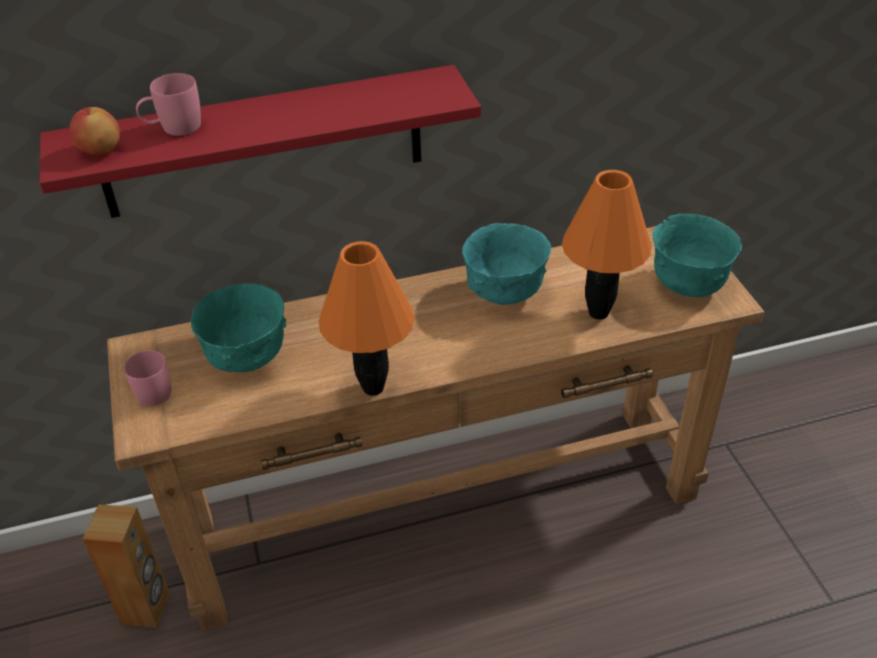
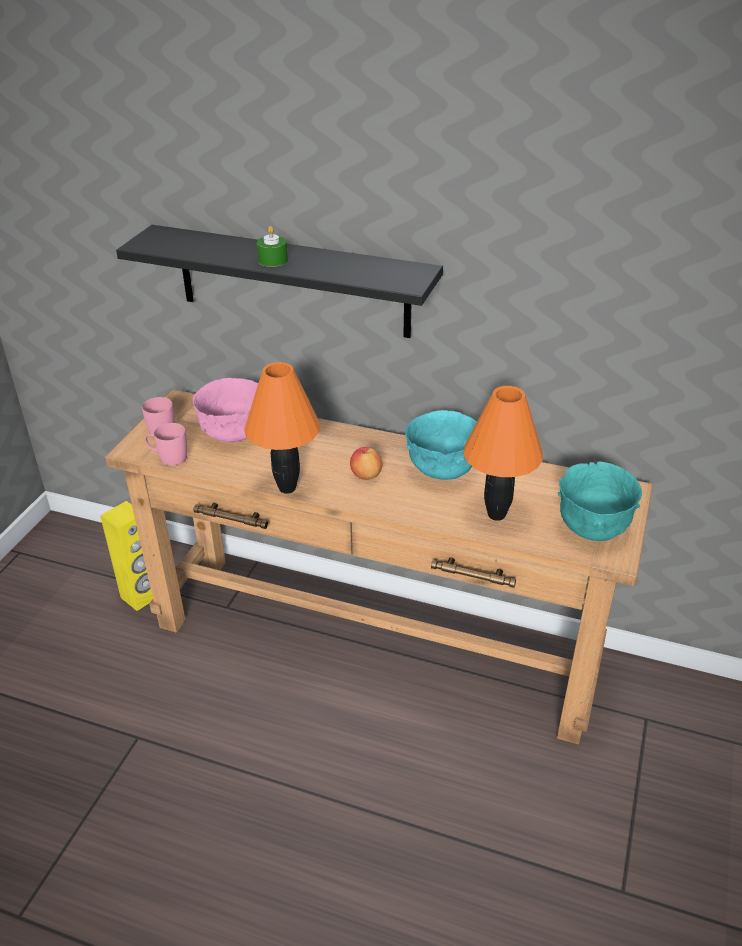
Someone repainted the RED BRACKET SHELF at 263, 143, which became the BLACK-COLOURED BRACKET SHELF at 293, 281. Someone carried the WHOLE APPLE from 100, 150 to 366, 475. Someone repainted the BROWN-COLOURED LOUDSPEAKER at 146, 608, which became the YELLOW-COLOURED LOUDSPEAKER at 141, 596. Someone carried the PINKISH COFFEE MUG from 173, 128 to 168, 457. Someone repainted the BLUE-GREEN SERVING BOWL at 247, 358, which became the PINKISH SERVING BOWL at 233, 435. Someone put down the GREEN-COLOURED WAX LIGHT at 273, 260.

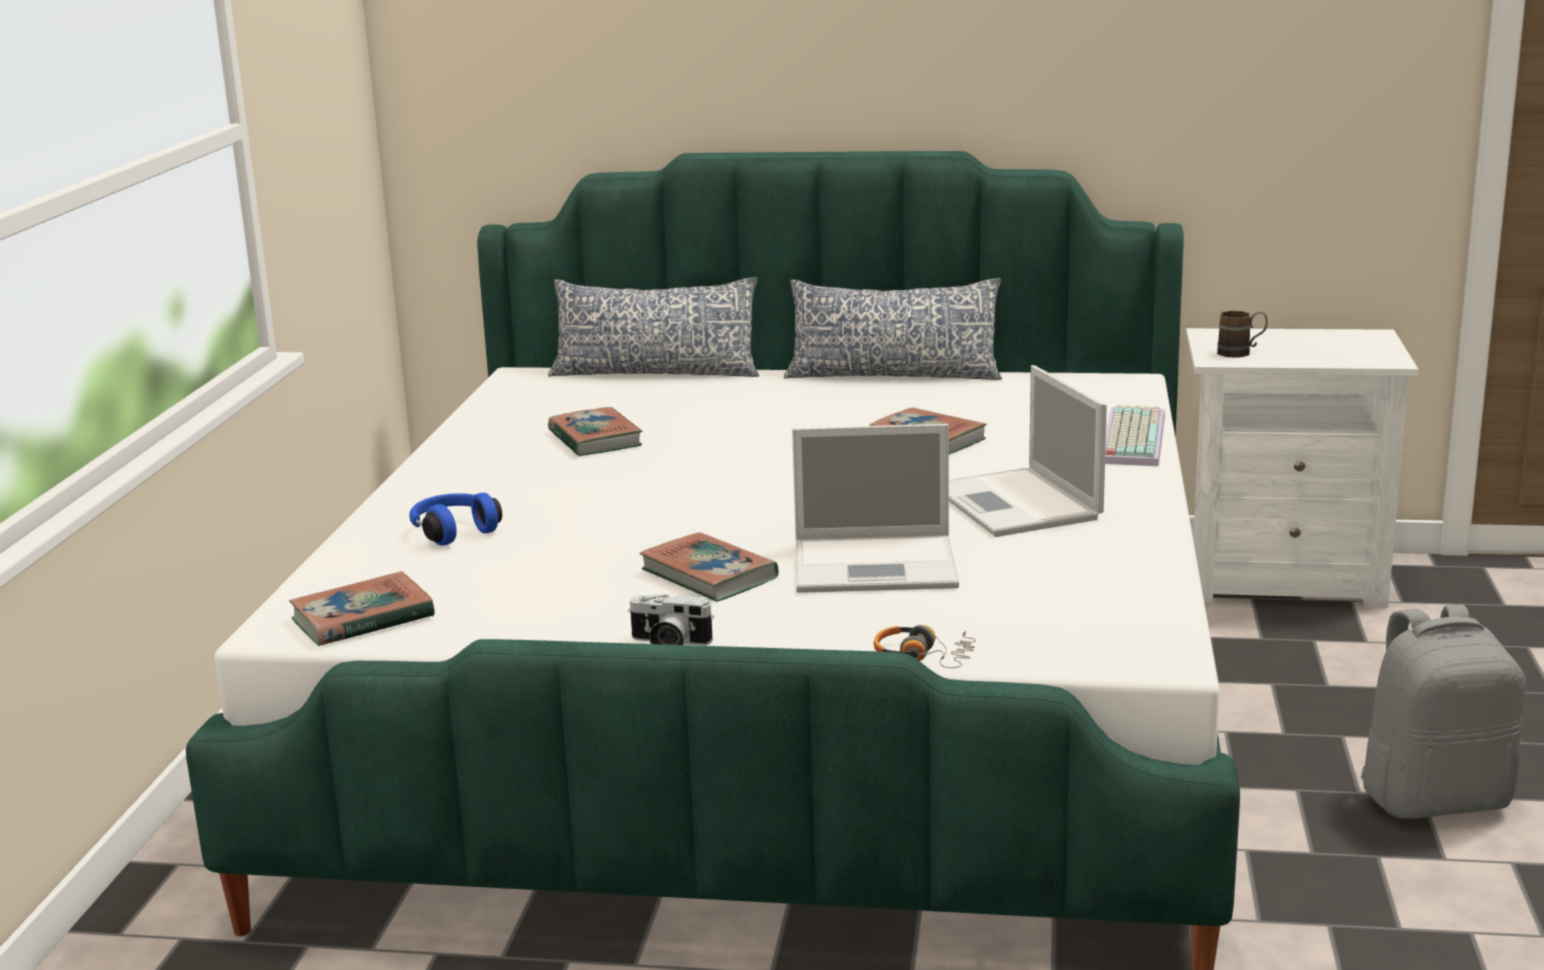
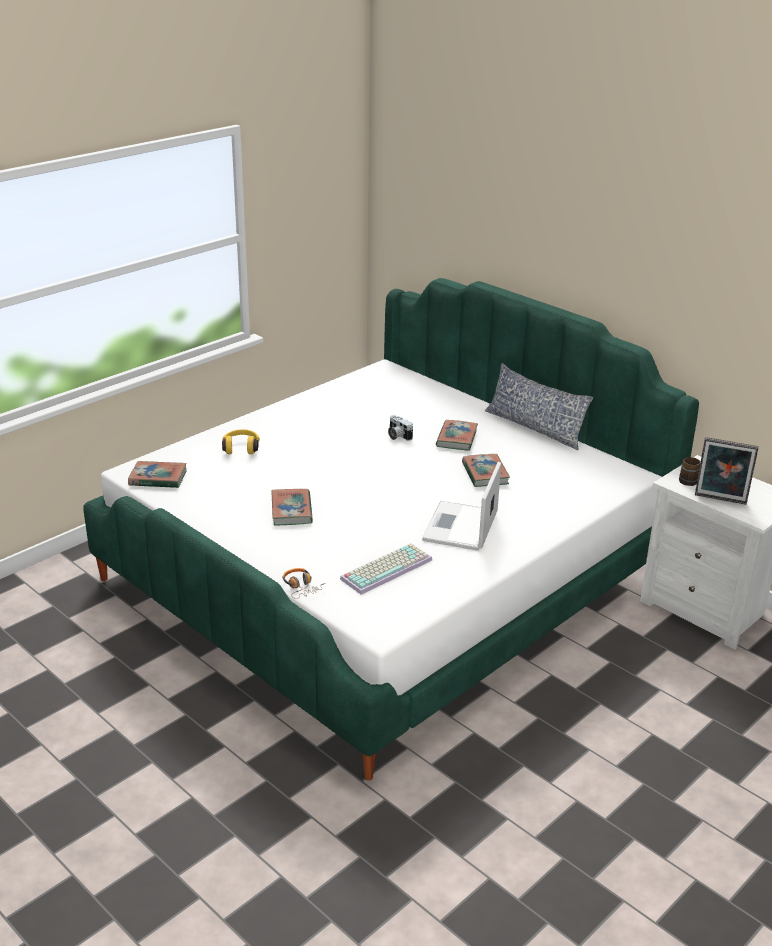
Someone repainted the BLUE-COLOURED HEADSET at 453, 531, which became the YELLOW-COLOURED HEADSET at 241, 448. Someone took away the CUSHION at 655, 372. Someone carried the VOLUME from 595, 439 to 456, 438. Someone carried the STILL CAMERA from 668, 644 to 397, 436. Someone took away the PORTABLE COMPUTER at 878, 565. Someone carried the COMPUTER KEYBOARD from 1130, 437 to 386, 568. Someone took away the GRAY BACKPACK at 1434, 799. Someone put down the PHOTO FRAME at 720, 500.

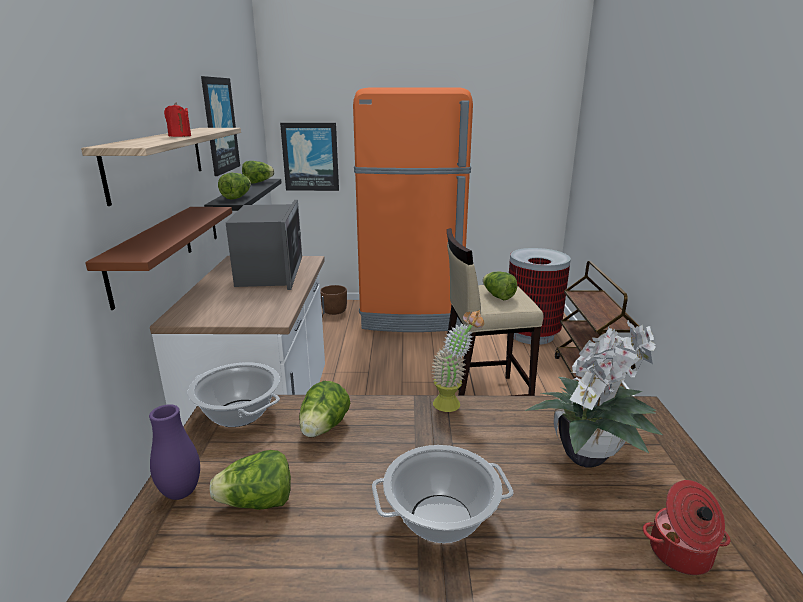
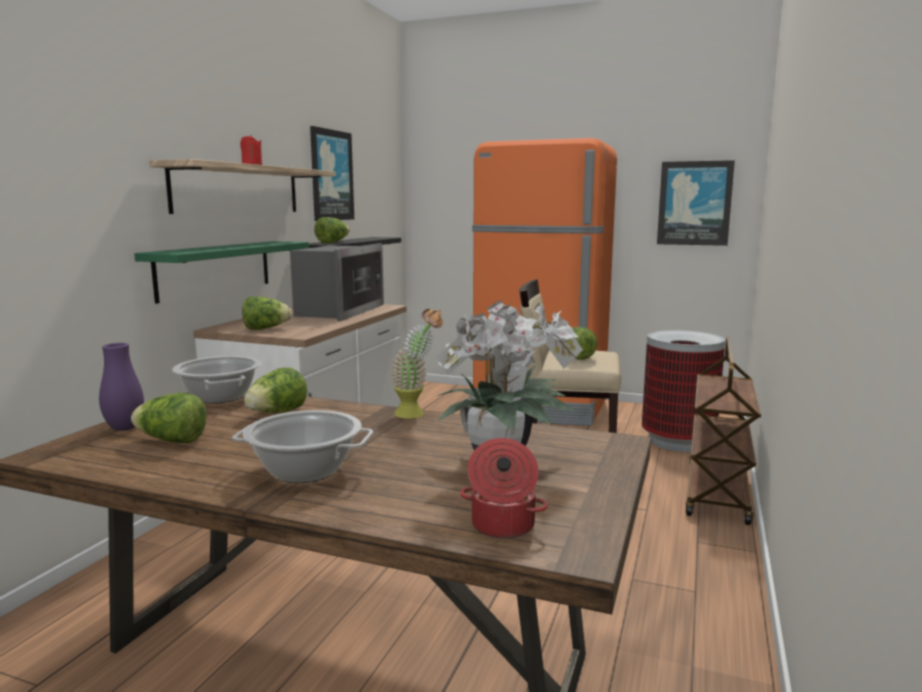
Someone repainted the BROWN-COLOURED BRACKET SHELF at 152, 253, which became the GREEN-COLOURED BRACKET SHELF at 215, 269. Someone carried the HEAD OF LETTUCE from 258, 182 to 265, 329. Someone carried the WALL ART from 310, 157 to 694, 203. Someone took away the BROWN-COLOURED PLANTER at 334, 311.

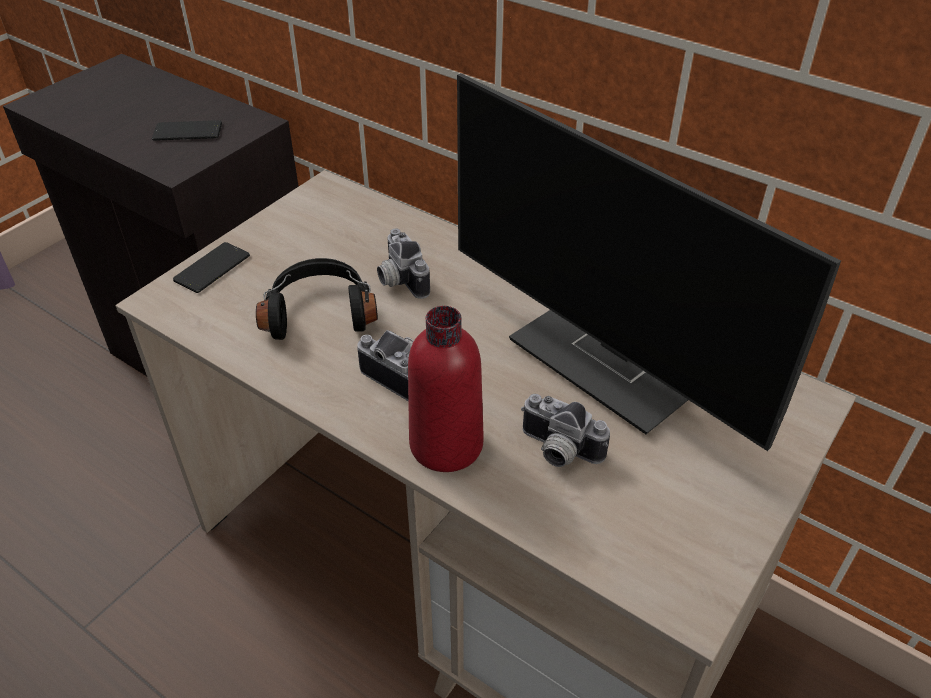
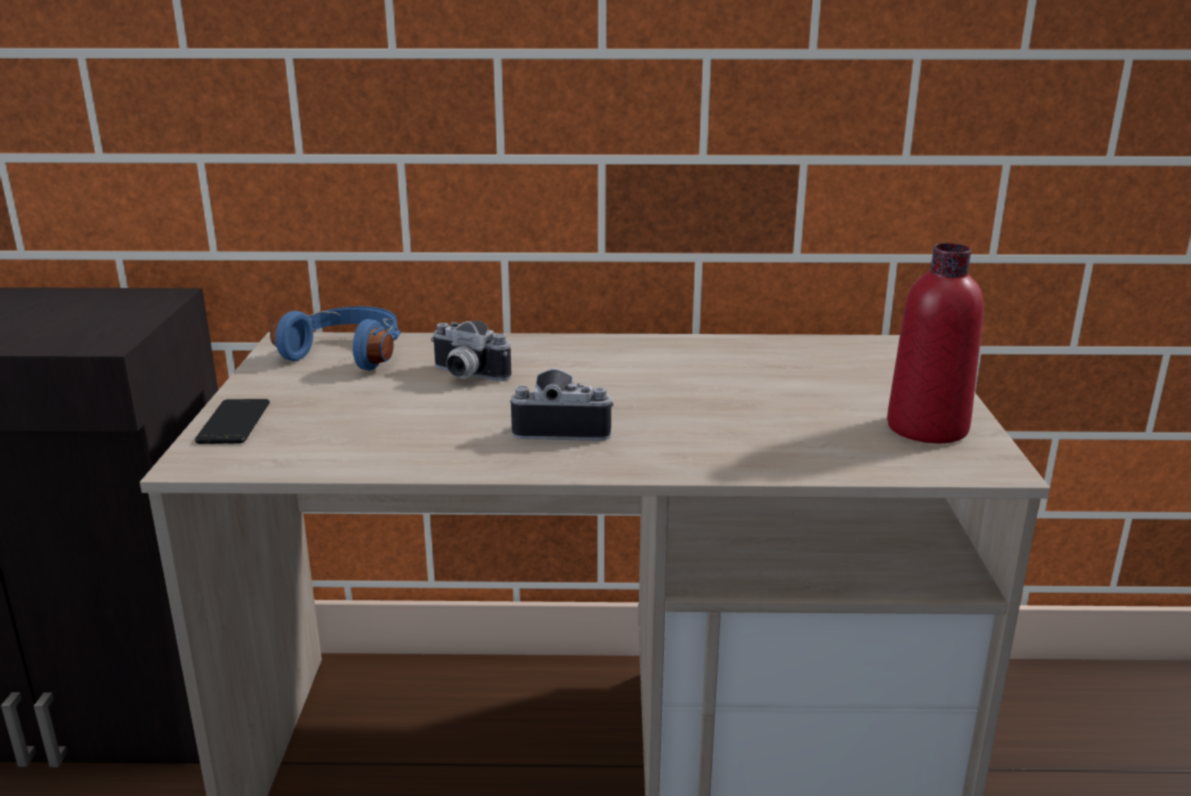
Someone took away the TELEPHONE at 187, 132. Someone took away the BLACK-COLOURED HEADSET at 320, 312. Someone carried the RED BOTTLE from 446, 445 to 927, 428. Someone took away the MONITOR at 615, 362. Someone took away the STILL CAMERA at 557, 451. Someone put down the BLUE-COLOURED HEADSET at 348, 353.

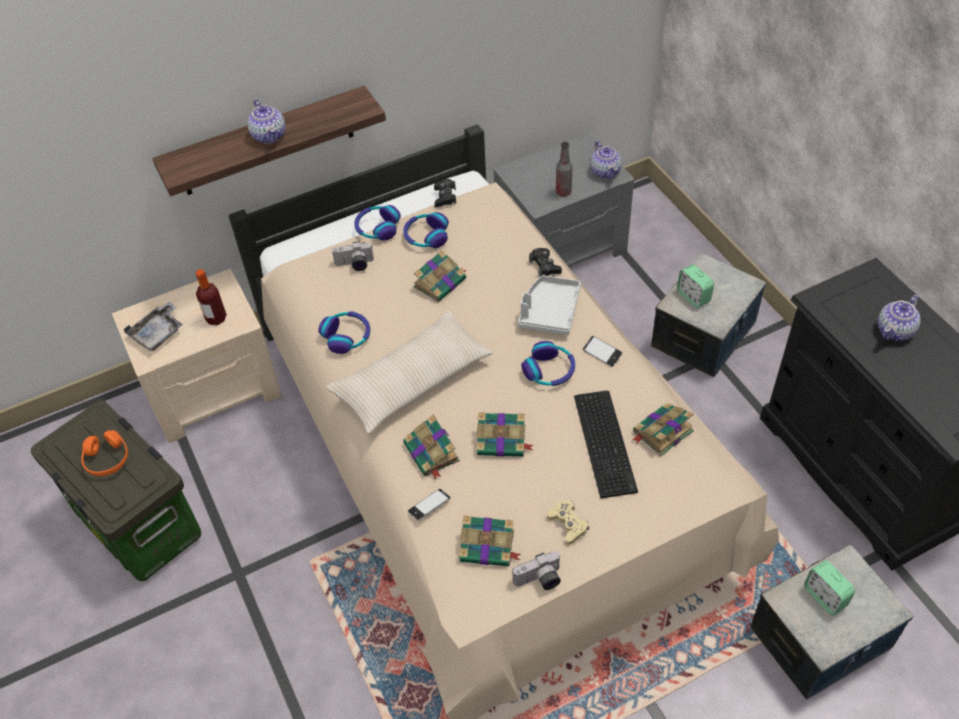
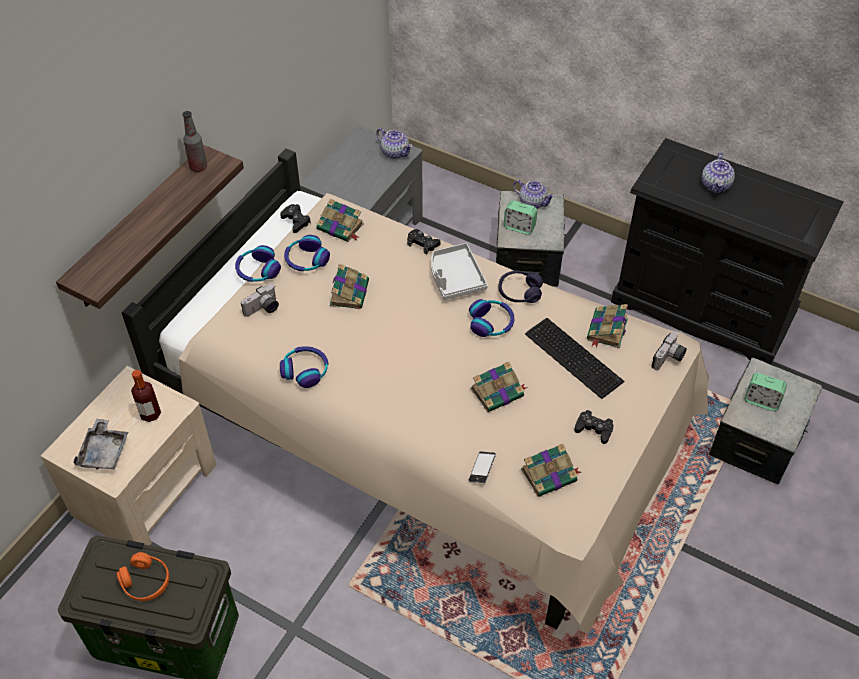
Someone carried the TEAPOT from 269, 135 to 532, 202. Someone took away the BEIGE CUSHION at 412, 380. Someone carried the VOLUME from 432, 453 to 341, 227. Someone carried the STILL CAMERA from 539, 580 to 669, 359. Someone repainted the BEIGE GAMEPAD at 568, 524, which became the BLACK-COLOURED GAMEPAD at 594, 429. Someone carried the BOTTLE from 563, 192 to 198, 167. Someone swapped the TELEPHONE at 602, 353 for the PURPLE-COLOURED HEADSET at 519, 292.

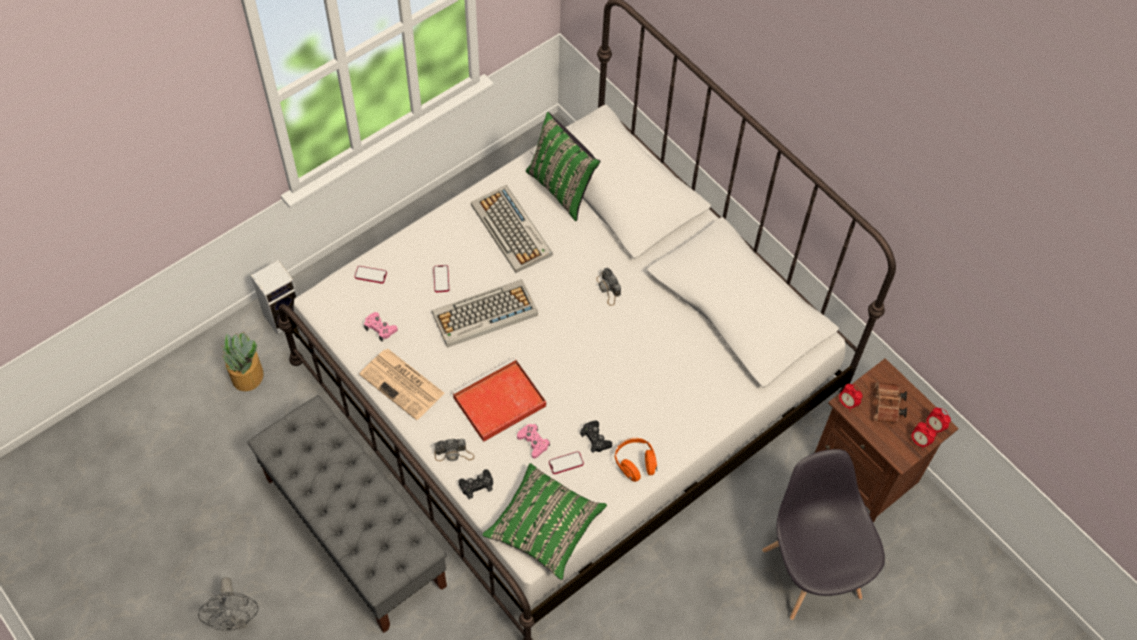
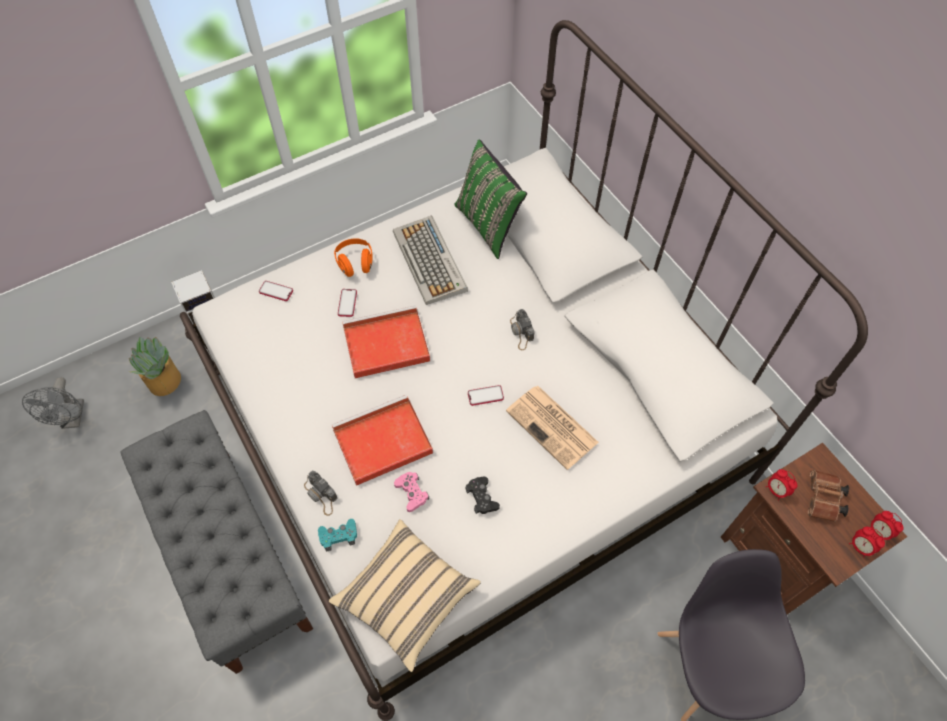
Someone carried the GRAY COOLING FAN from 236, 619 to 73, 419. Someone carried the DAILY PAPER from 403, 384 to 553, 427. Someone took away the PINKISH GAMEPAD at 380, 328. Someone swapped the COMPUTER KEYBOARD at 484, 315 for the RED CARRYING TRAY at 384, 345. Someone rotated the STILL CAMERA at 454, 453 by 45 degrees clockwise. Someone repainted the BLACK-COLOURED GAMEPAD at 476, 485, which became the BLUE-GREEN GAMEPAD at 338, 536. Someone repainted the GREEN-COLOURED CUSHION at 545, 527, which became the BEIGE CUSHION at 406, 597. Someone carried the TELEPHONE from 566, 463 to 485, 396. Someone carried the ORANGEY HEADSET from 635, 463 to 355, 263.

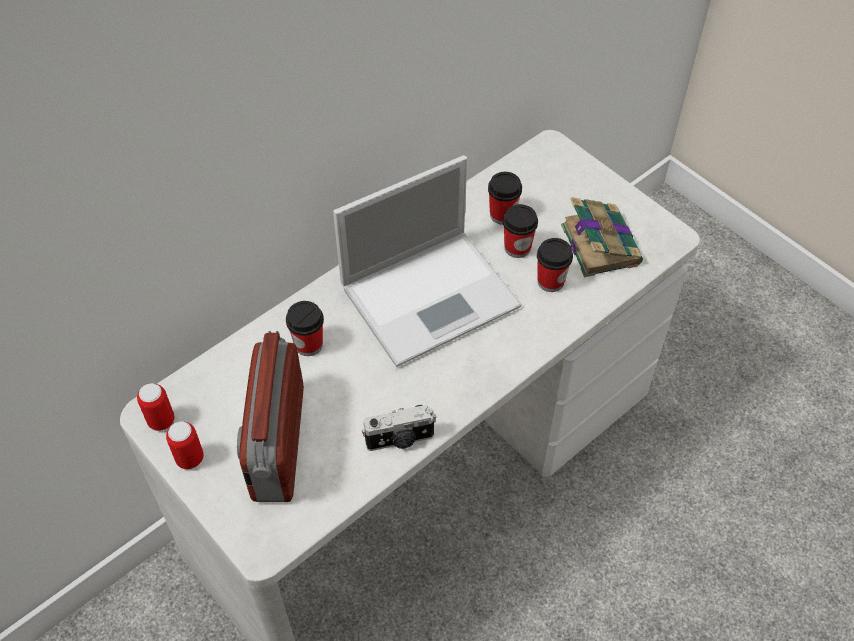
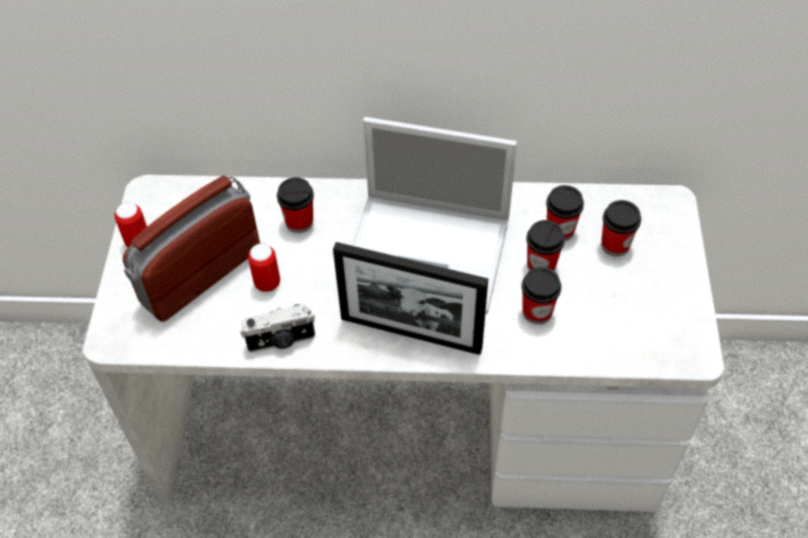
Someone carried the METAL CAN from 161, 421 to 267, 283. Someone rotated the STILL CAMERA at 400, 440 by 45 degrees counterclockwise. Someone took away the VOLUME at 599, 243. Someone put down the PHOTO FRAME at 411, 333. Someone put down the CUP at 615, 245.

